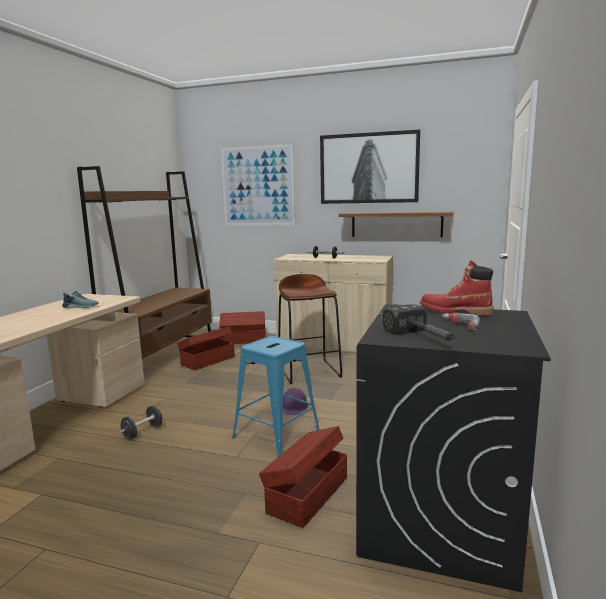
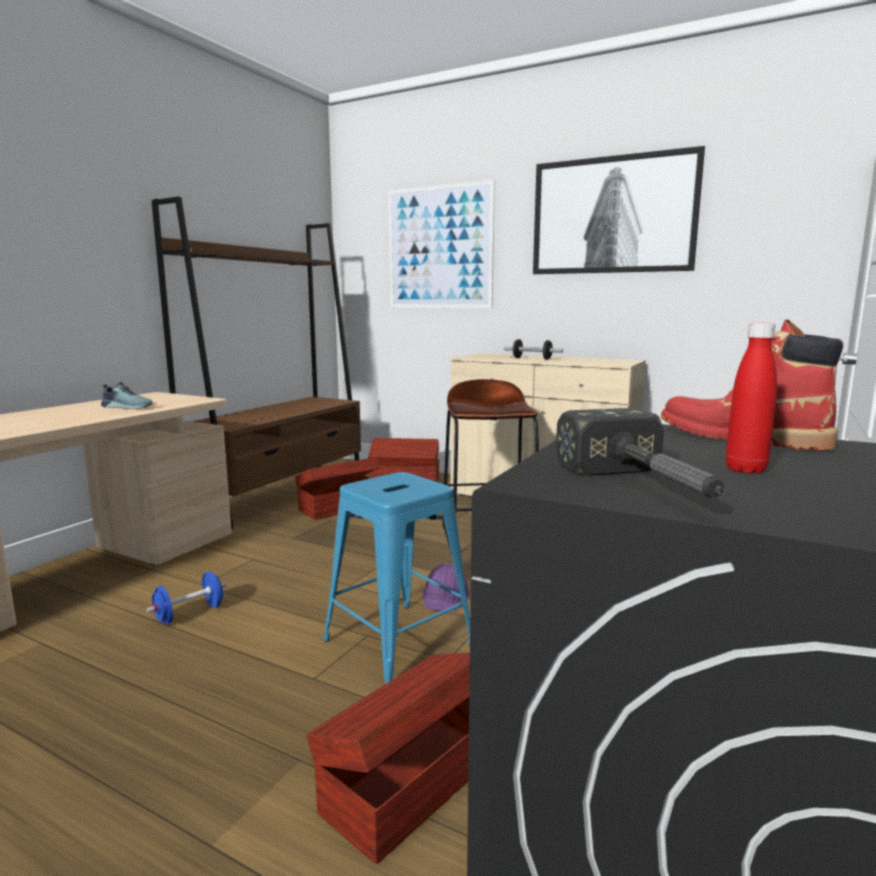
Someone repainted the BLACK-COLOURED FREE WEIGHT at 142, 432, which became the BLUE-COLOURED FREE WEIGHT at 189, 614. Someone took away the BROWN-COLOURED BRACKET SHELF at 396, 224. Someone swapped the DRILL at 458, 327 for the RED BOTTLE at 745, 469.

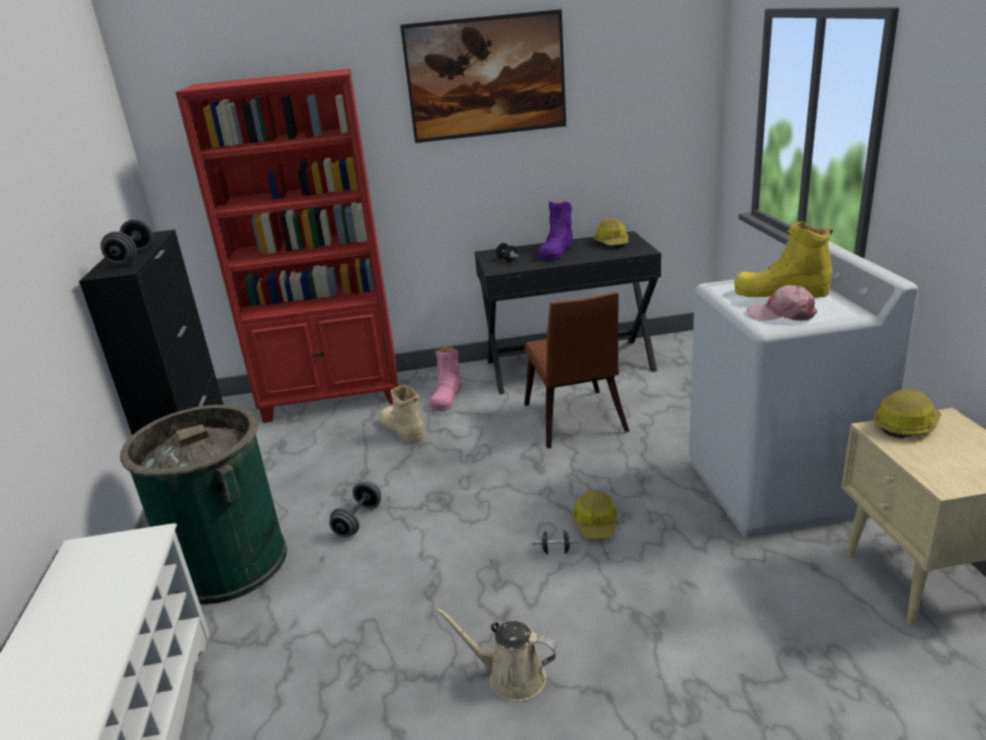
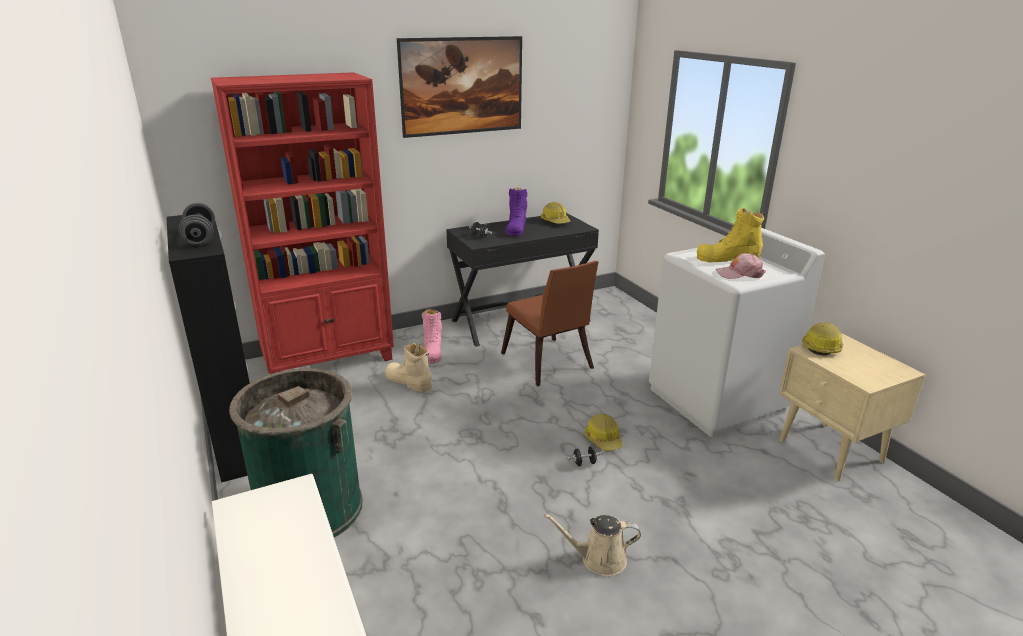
Someone took away the GRAY FREE WEIGHT at 358, 520.

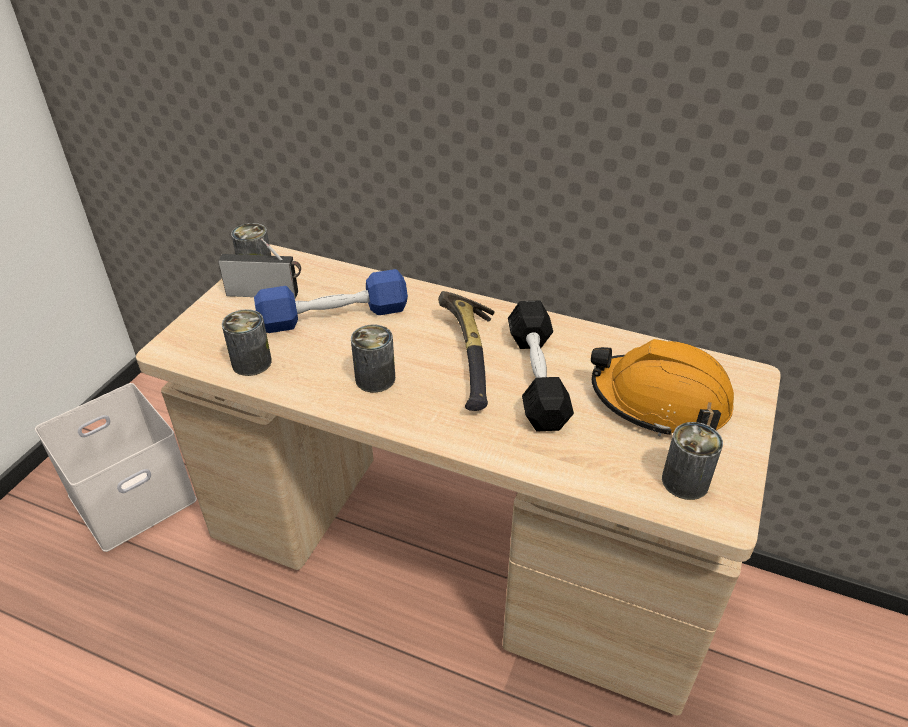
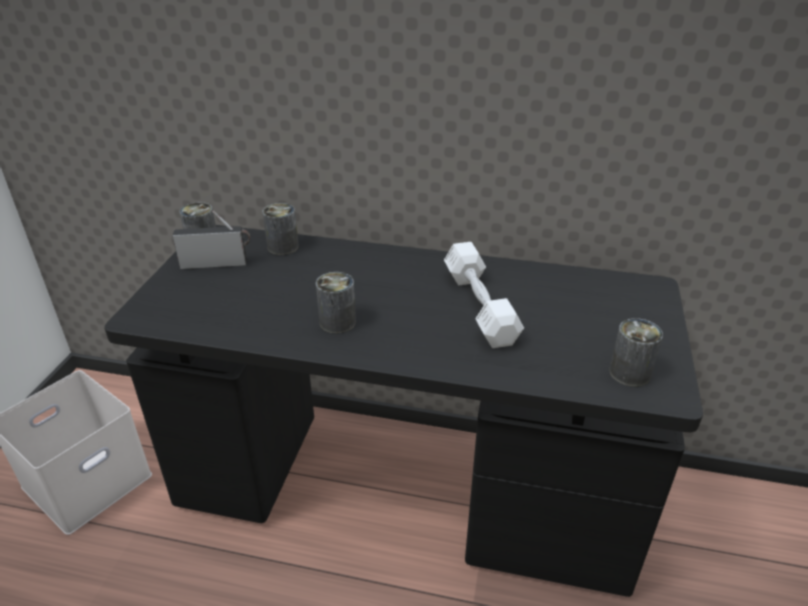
Someone repainted the BEIGE DESK UNIT at 454, 556, which became the BLACK-COLOURED DESK UNIT at 404, 491. Someone carried the METAL CAN from 251, 362 to 283, 247. Someone took away the BLUE-COLOURED FREE WEIGHT at 334, 316. Someone took away the HAND HAMMER at 473, 358. Someone repainted the BLACK-COLOURED FREE WEIGHT at 536, 377, which became the WHITE-COLOURED FREE WEIGHT at 479, 306. Someone took away the ORANGEY WORK HELMET at 659, 401.

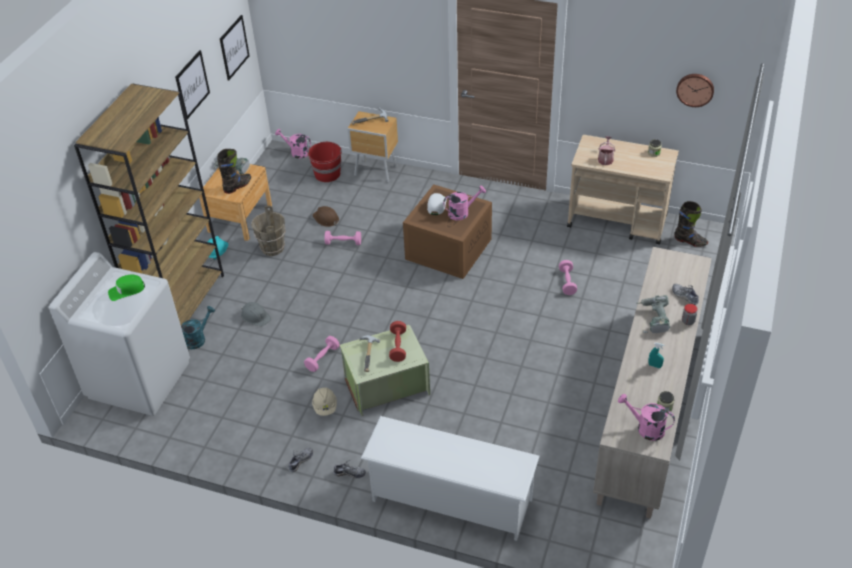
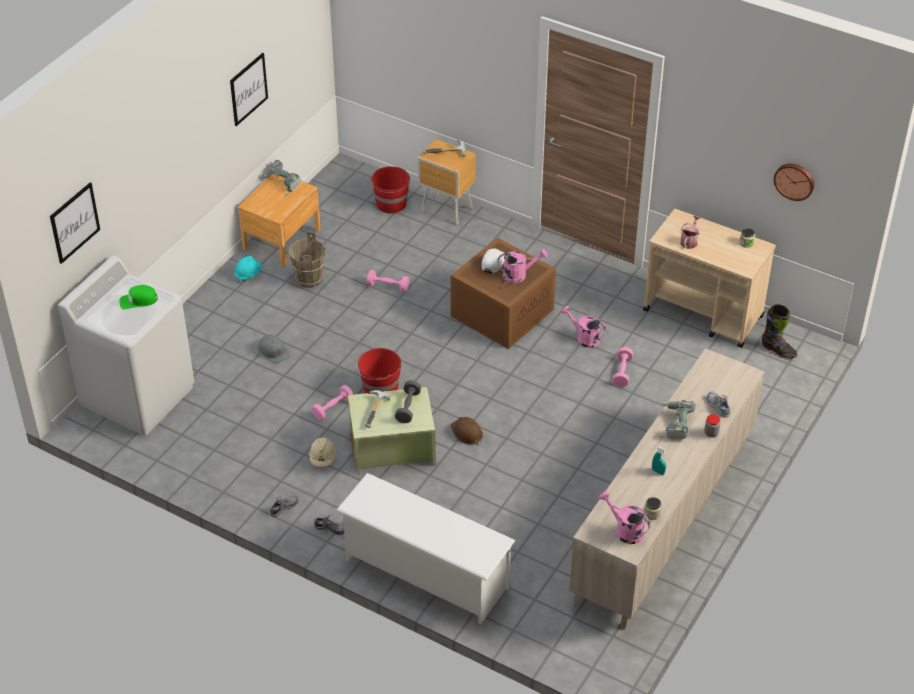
Someone took away the BROWN-COLOURED BOOKCASE at 181, 301. Someone took away the BLUE-GREEN WATERING CAN at 198, 338. Someone took away the BLACK-COLOURED HIGH-TOP BOOT at 238, 186. Someone carried the WALL ART from 234, 47 to 74, 222. Someone carried the PINKISH WATERING CAN from 296, 152 to 584, 338. Someone carried the BROWN-COLOURED WORK HELMET from 326, 219 to 467, 433. Someone repainted the RED FREE WEIGHT at 398, 346, which became the GRAY FREE WEIGHT at 408, 407. Someone put down the RED BUCKET at 380, 389.

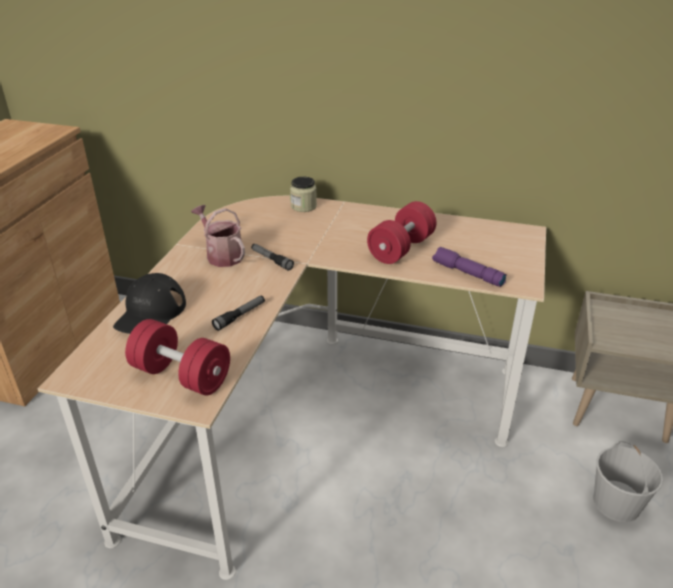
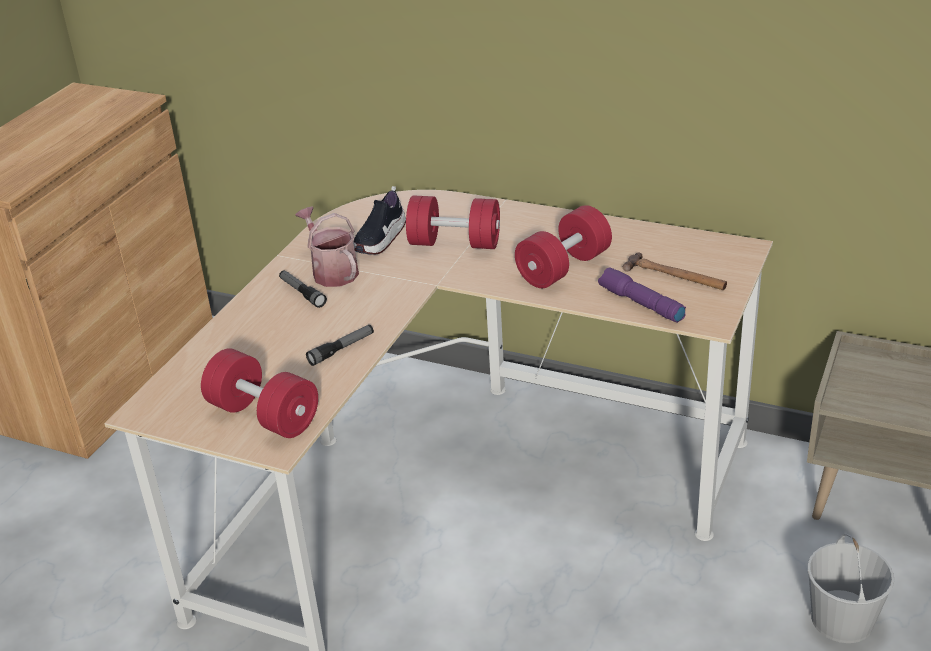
Someone took away the BLACK-COLOURED PEAKED CAP at 151, 313. Someone carried the HAND TORCH from 271, 260 to 302, 293. Someone took away the JAR at 303, 206. Someone put down the ITEM OF FOOTWEAR at 380, 239. Someone put down the RED FREE WEIGHT at 454, 243. Someone put down the HAND HAMMER at 675, 276.

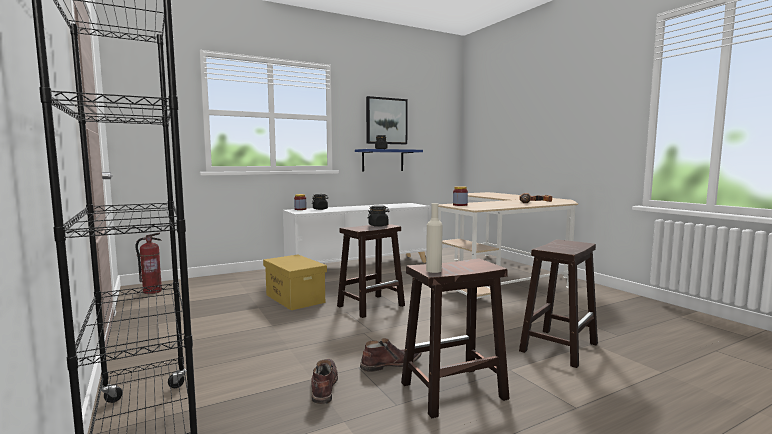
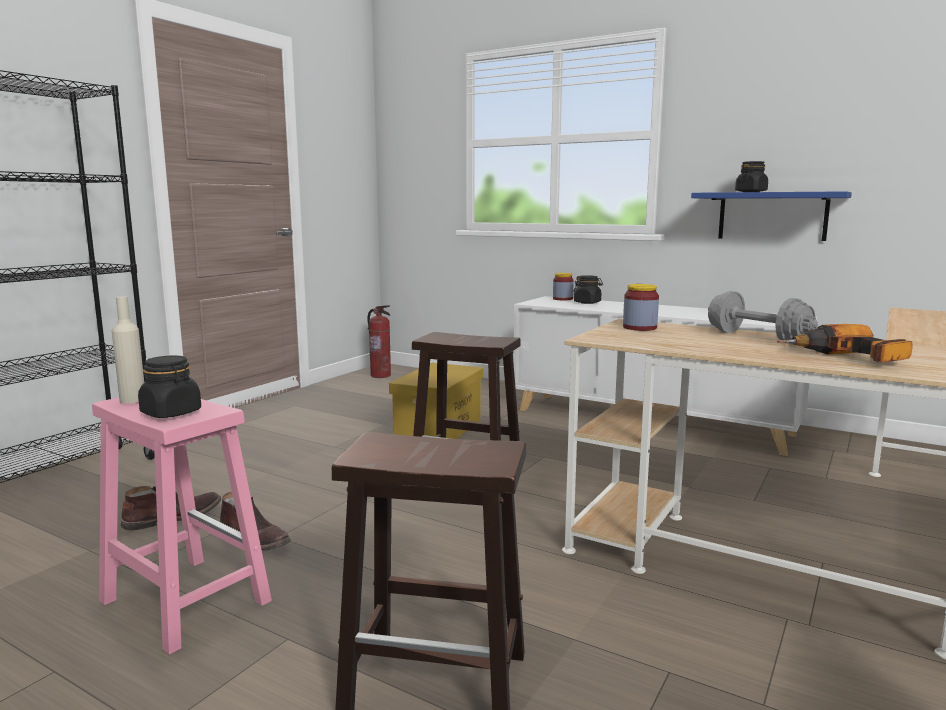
Someone took away the WALL ART at 386, 121. Someone carried the BLACK-COLOURED JAR from 378, 225 to 171, 413. Someone repainted the BROWN-COLOURED SITTING STOOL at 452, 391, which became the PINKISH SITTING STOOL at 183, 601. Someone put down the GRAY FREE WEIGHT at 757, 337.

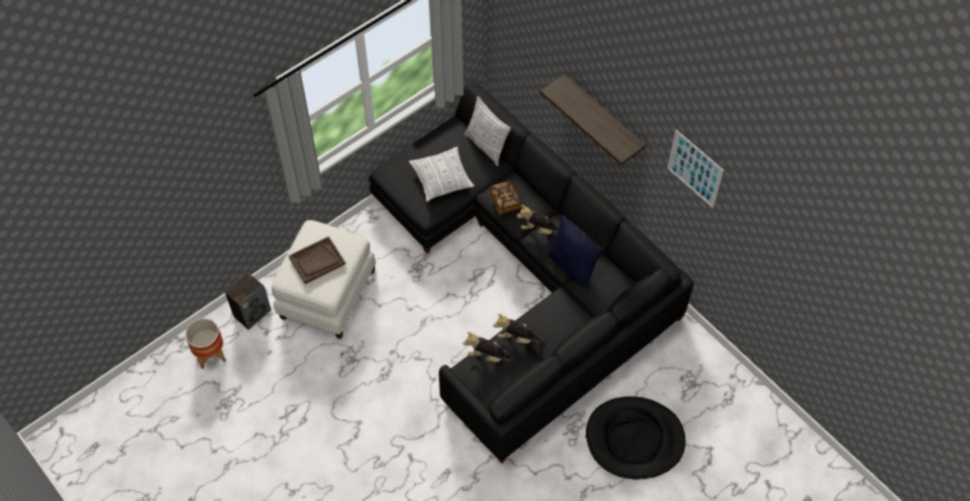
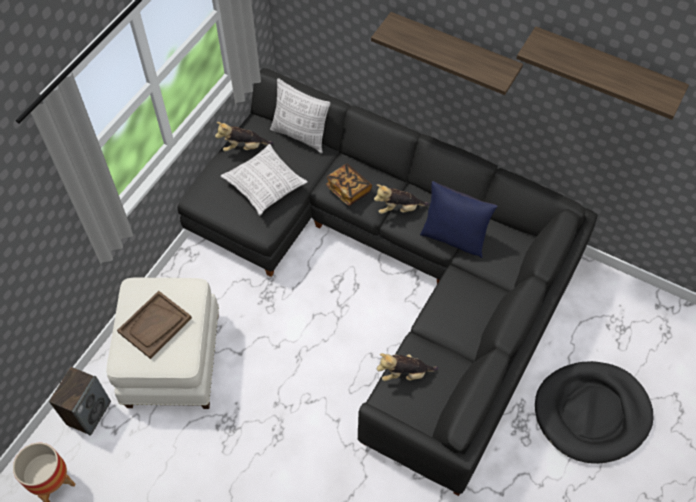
Someone carried the SOFT TOY from 517, 337 to 244, 147. Someone swapped the WALL ART at 695, 169 for the BRACKET SHELF at 605, 69.

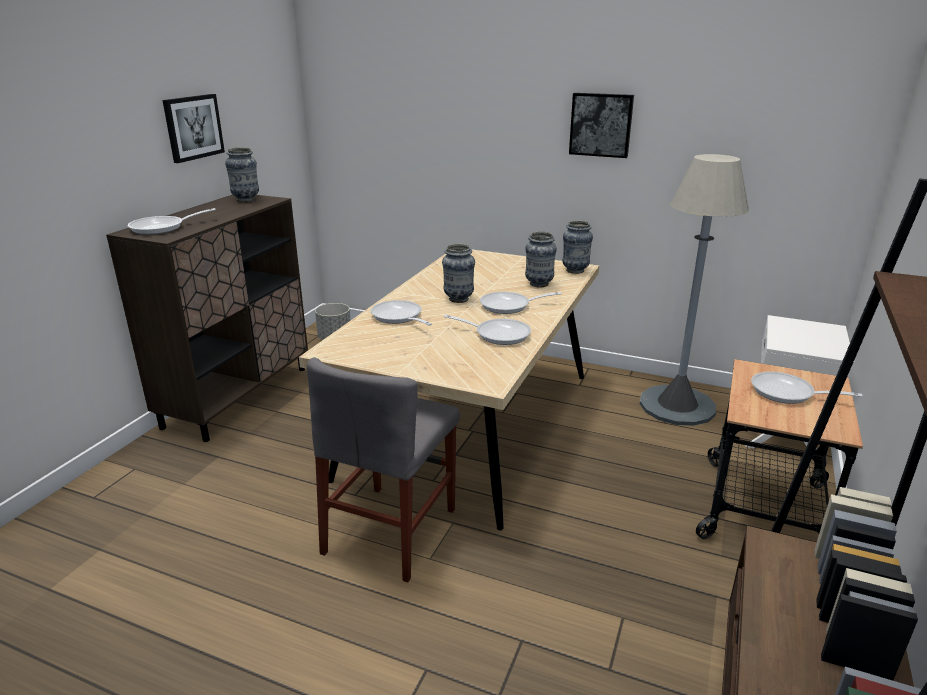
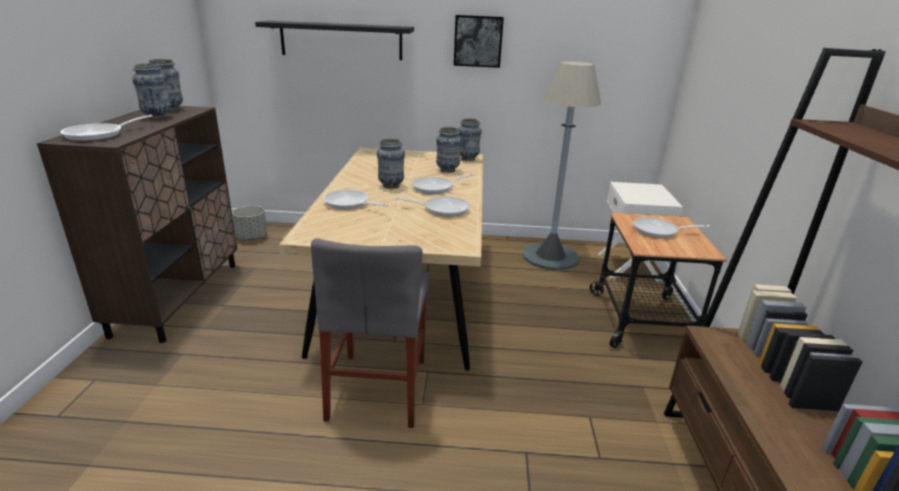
Someone took away the WALL ART at 193, 127. Someone put down the FLOWER VASE at 157, 117. Someone put up the BLACK-COLOURED BRACKET SHELF at 341, 40.

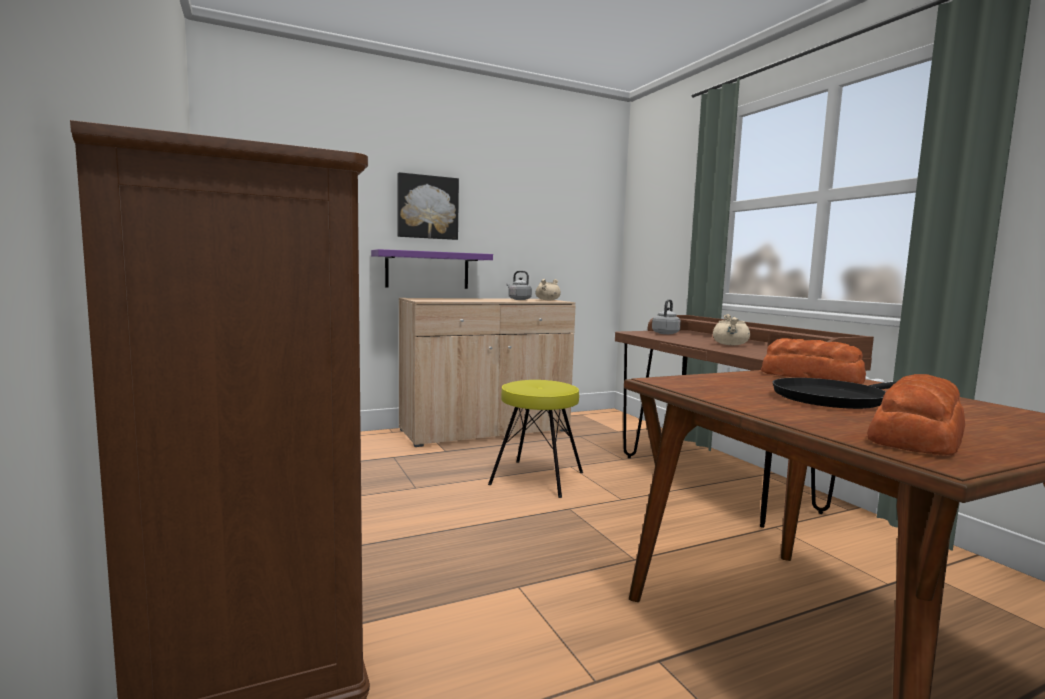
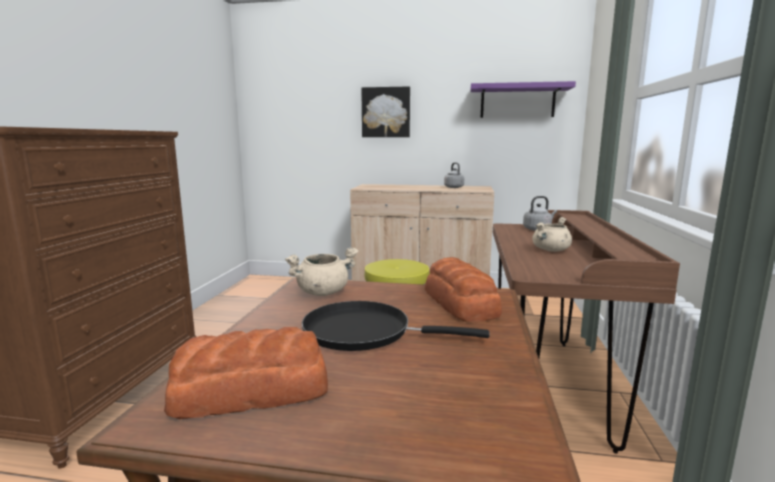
Someone carried the PURPLE-COLOURED BRACKET SHELF from 427, 270 to 517, 101. Someone carried the BEIGE COOKING POT from 547, 300 to 323, 292.

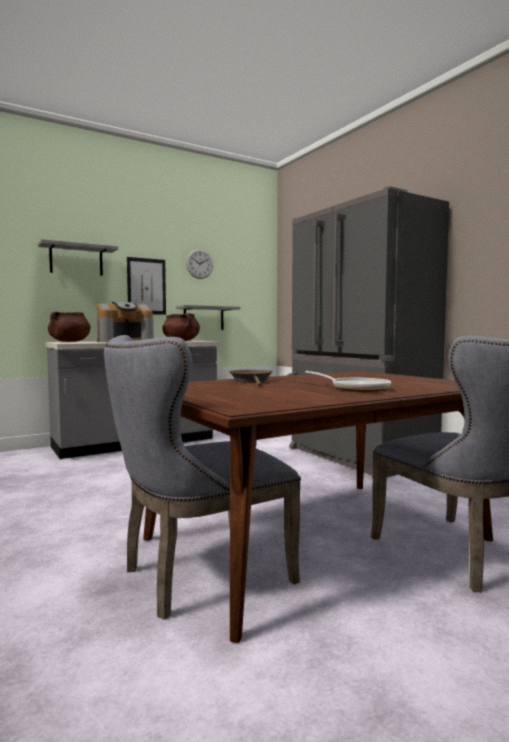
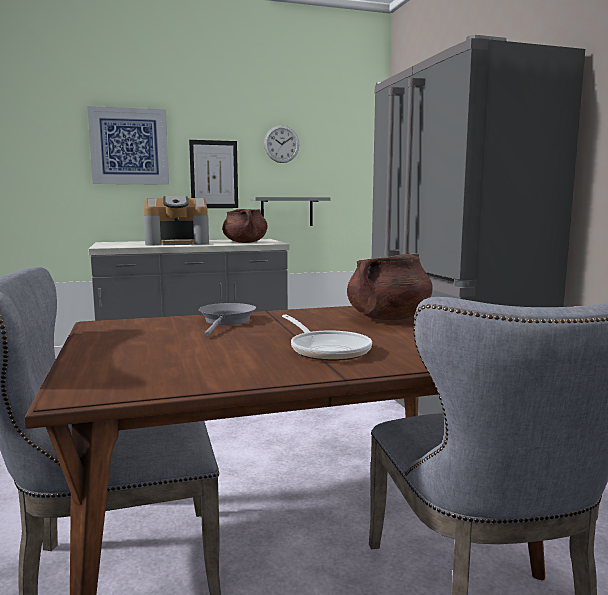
Someone swapped the GRAY BRACKET SHELF at 76, 260 for the WALL ART at 129, 146. Someone carried the BROWN-COLOURED COOKING POT from 69, 341 to 388, 318. Someone repainted the BROWN-COLOURED FRYING PAN at 252, 381, which became the GRAY FRYING PAN at 226, 321.

